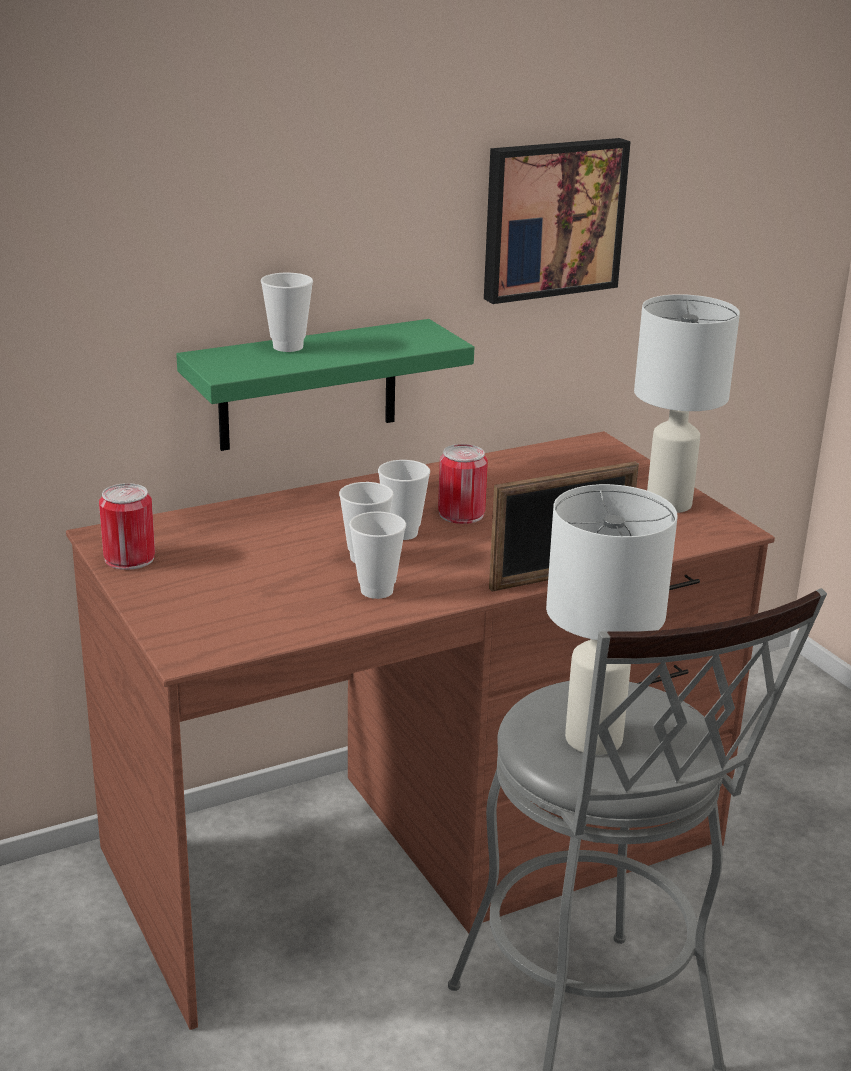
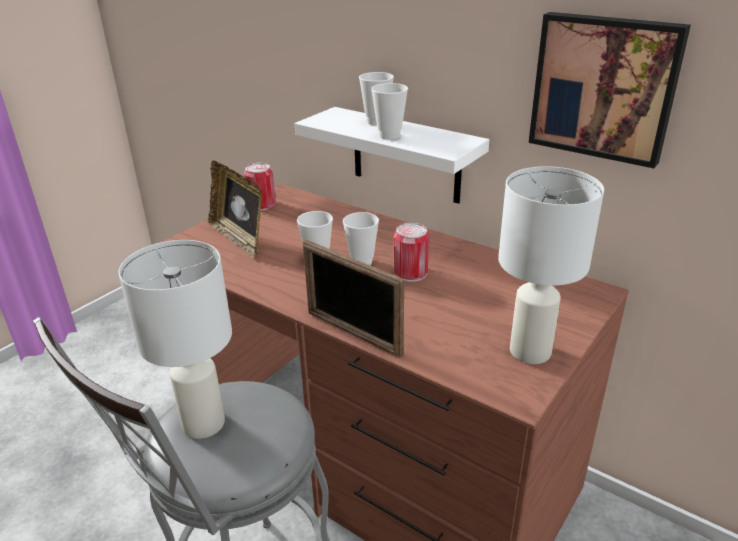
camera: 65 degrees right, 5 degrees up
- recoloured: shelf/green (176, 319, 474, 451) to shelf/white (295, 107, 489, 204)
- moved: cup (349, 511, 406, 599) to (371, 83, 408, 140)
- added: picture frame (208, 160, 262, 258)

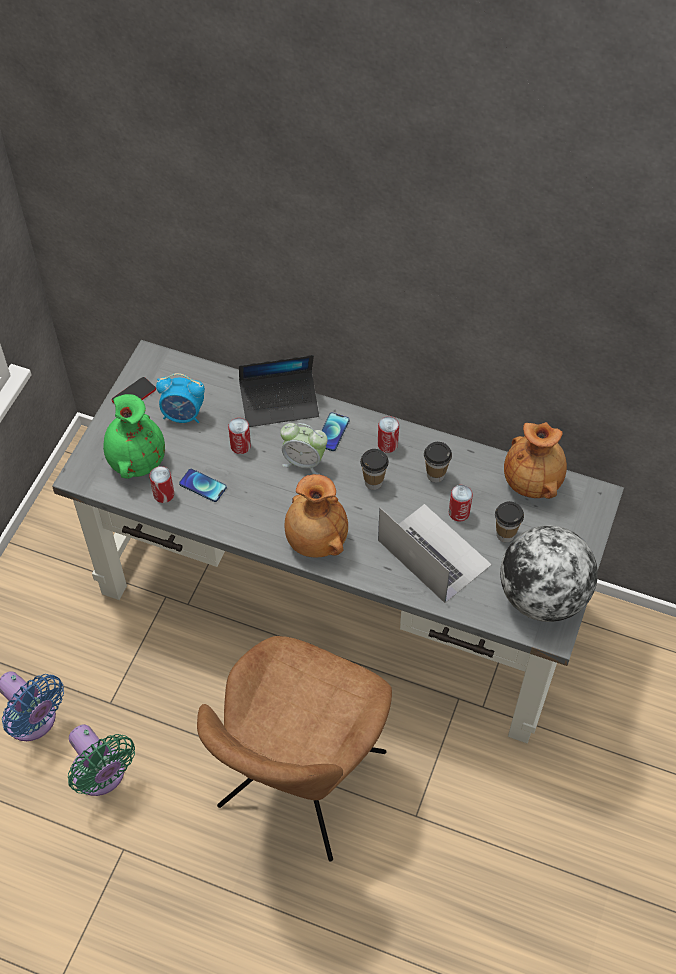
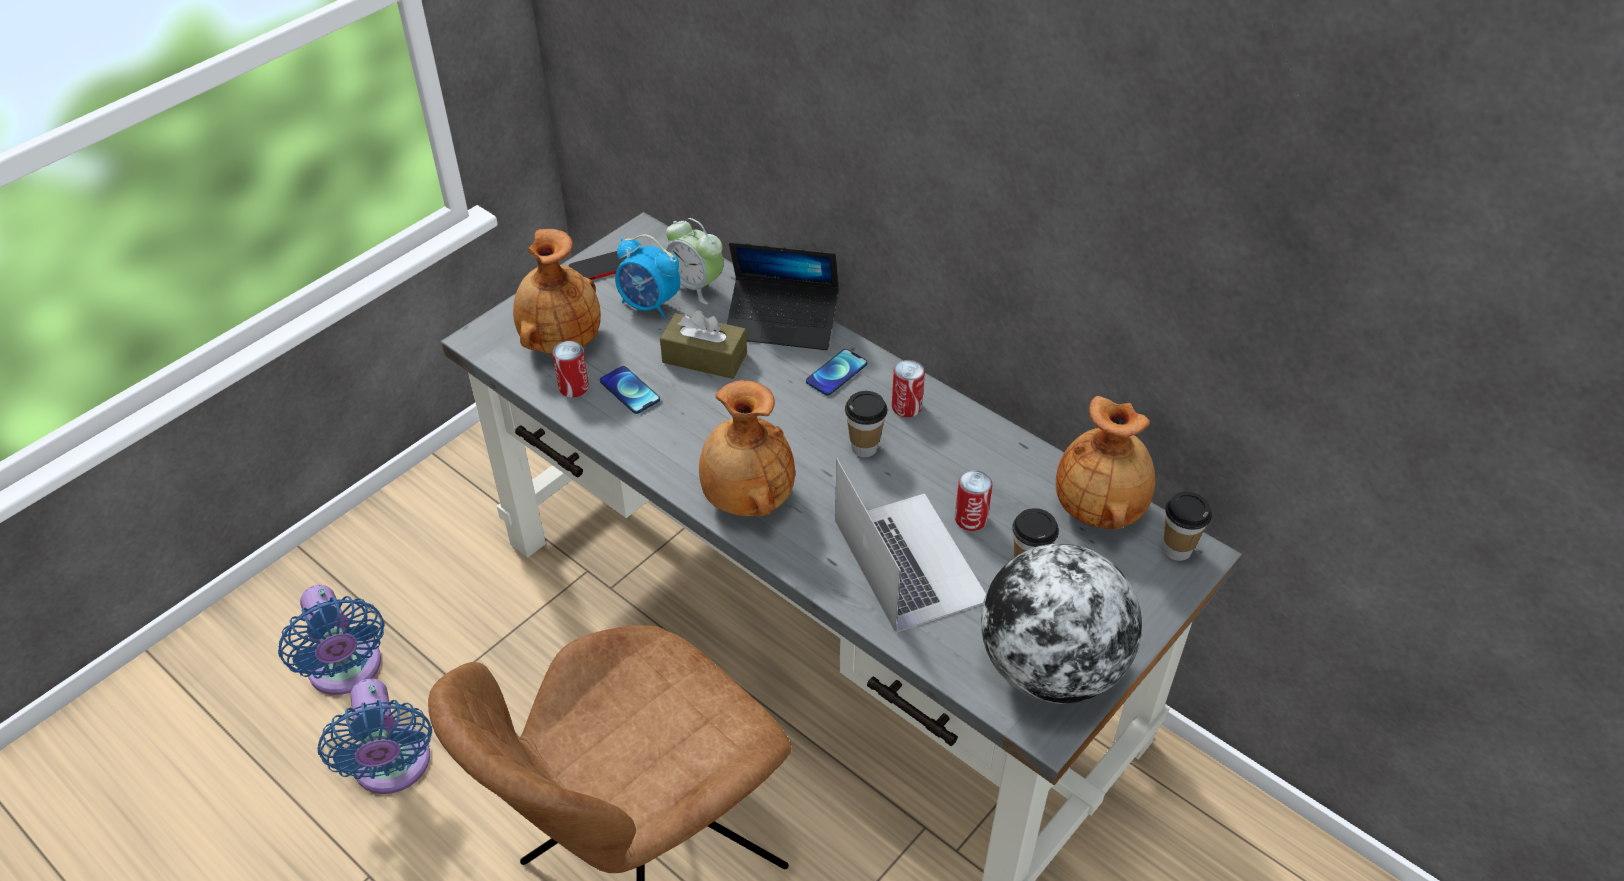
camera: 20 degrees right, 10 degrees down
- recoloured: fan/green (68, 724, 135, 796) to fan/blue (317, 679, 432, 794)
- recoloured: vase/green (103, 394, 165, 479) to vase/brown (513, 229, 601, 354)
- replaced: can (228, 418, 251, 454) to tissue box/brown (660, 310, 747, 379)
- moved: alarm clock (280, 423, 328, 474) to (666, 218, 724, 304)
- moved: cup (424, 442, 452, 482) to (1163, 492, 1212, 561)

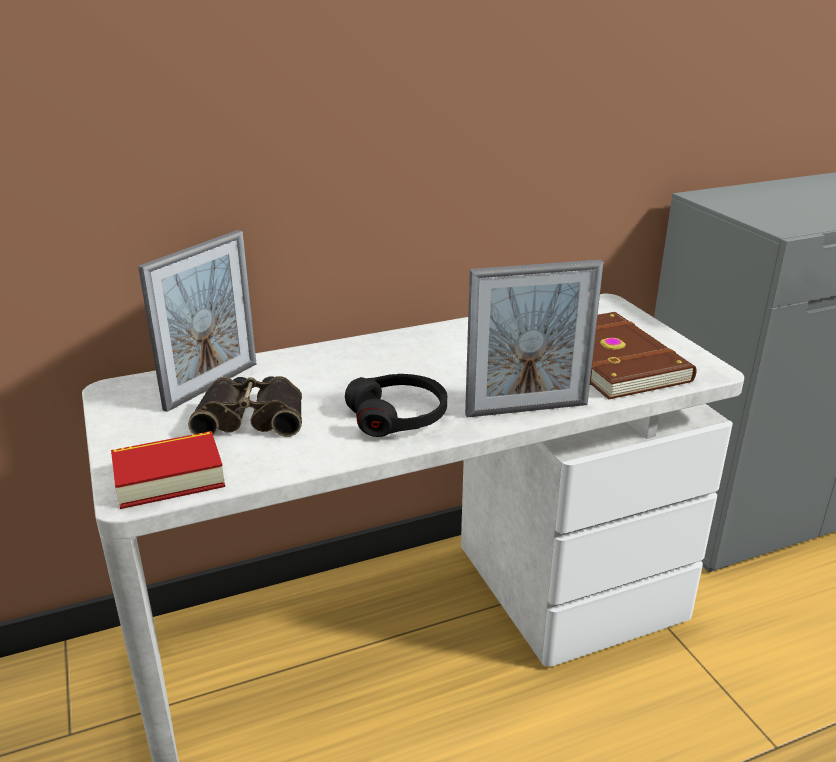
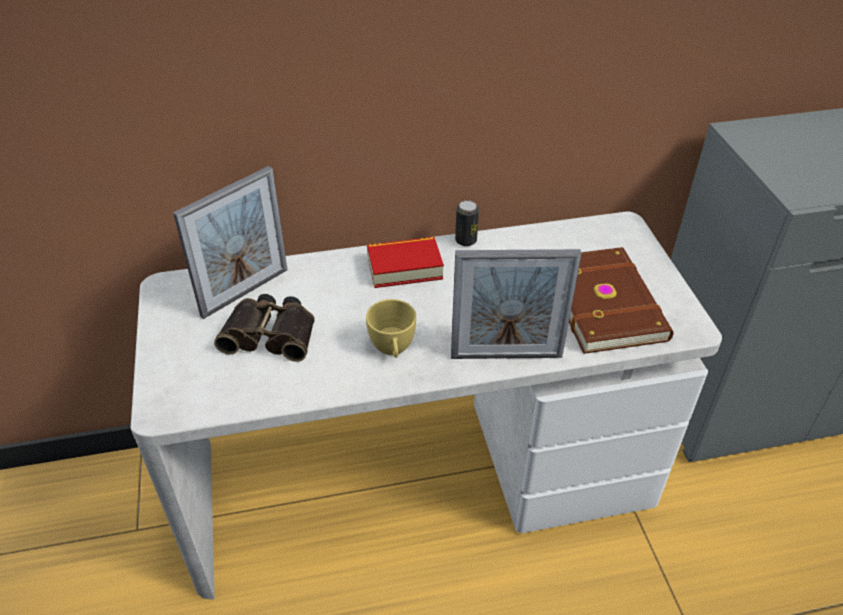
camera: 10 degrees right, 15 degrees up
- moved: book (111, 431, 225, 509) to (367, 237, 444, 288)
- replaced: headphones/black (345, 374, 447, 437) to cup/yellow (366, 299, 416, 358)
- added: can (455, 200, 479, 246)

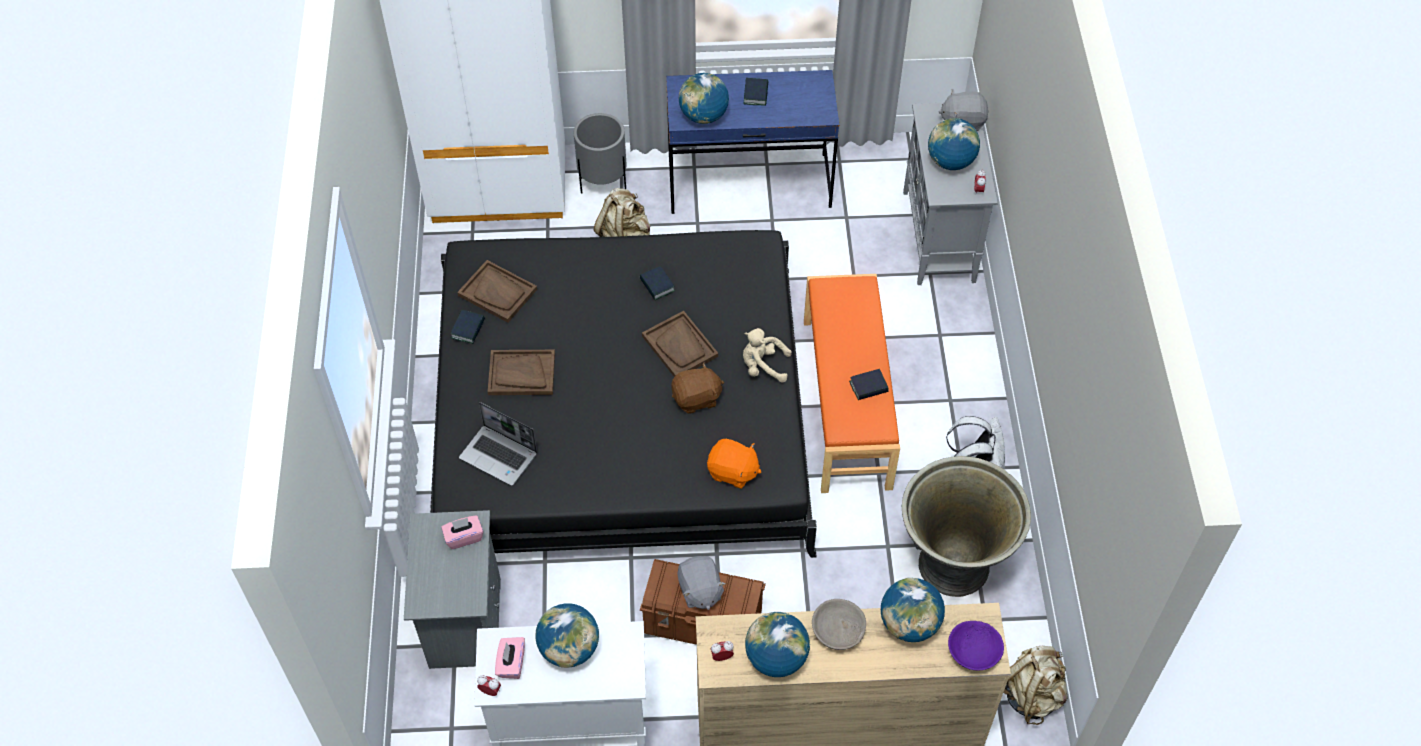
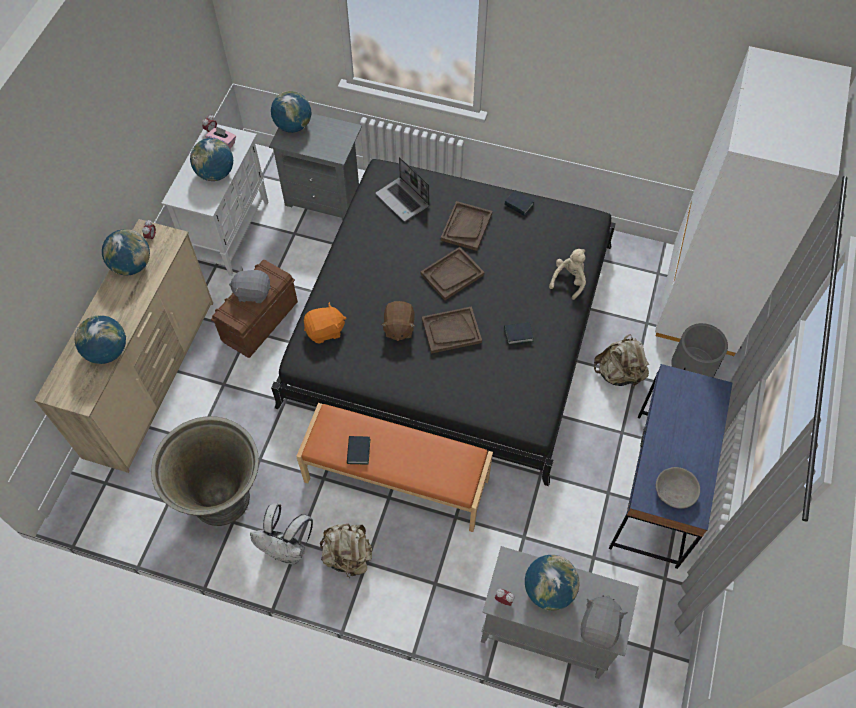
camera: 110 degrees right, 5 degrees up
- removed: tissue box/pink (441, 515, 483, 549)
- moved: tray/brown (457, 260, 537, 323) to (421, 247, 484, 300)
- turned: laptop (459, 402, 537, 486) = (376, 157, 430, 222) 90 degrees counterclockwise
- moved: globe (679, 73, 729, 124) to (271, 91, 311, 133)
- turned: plush toy/orange (707, 439, 761, 489) = (304, 302, 346, 344) 150 degrees counterclockwise
- removed: book (743, 78, 768, 106)
- moved: plush toy/beige (743, 328, 792, 383) to (549, 249, 586, 300)
- moved: bowl/grey (812, 599, 866, 650) to (656, 467, 700, 509)
- removed: bowl/purple (948, 621, 1004, 670)
- moved: backpack/beige (1003, 646, 1068, 725) to (320, 524, 372, 578)

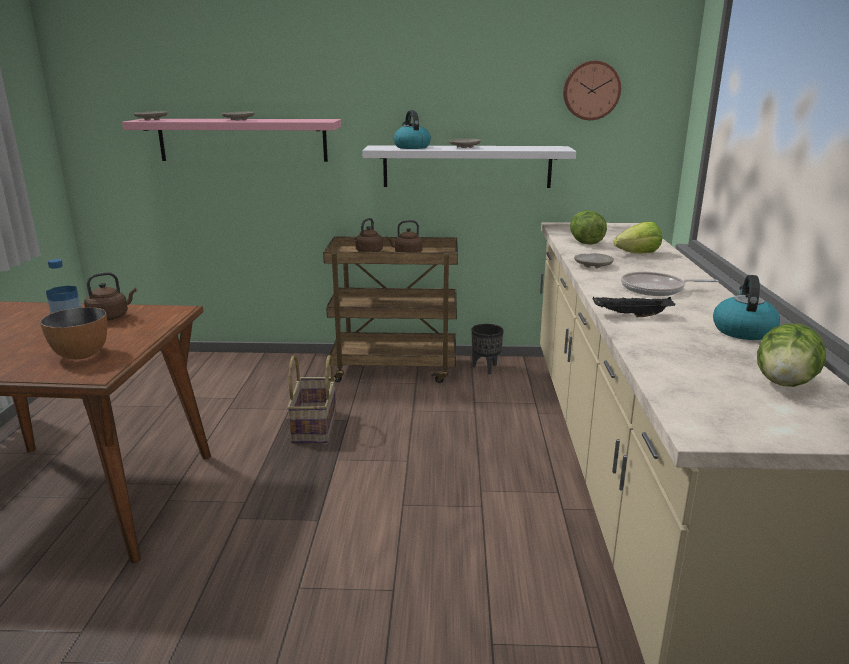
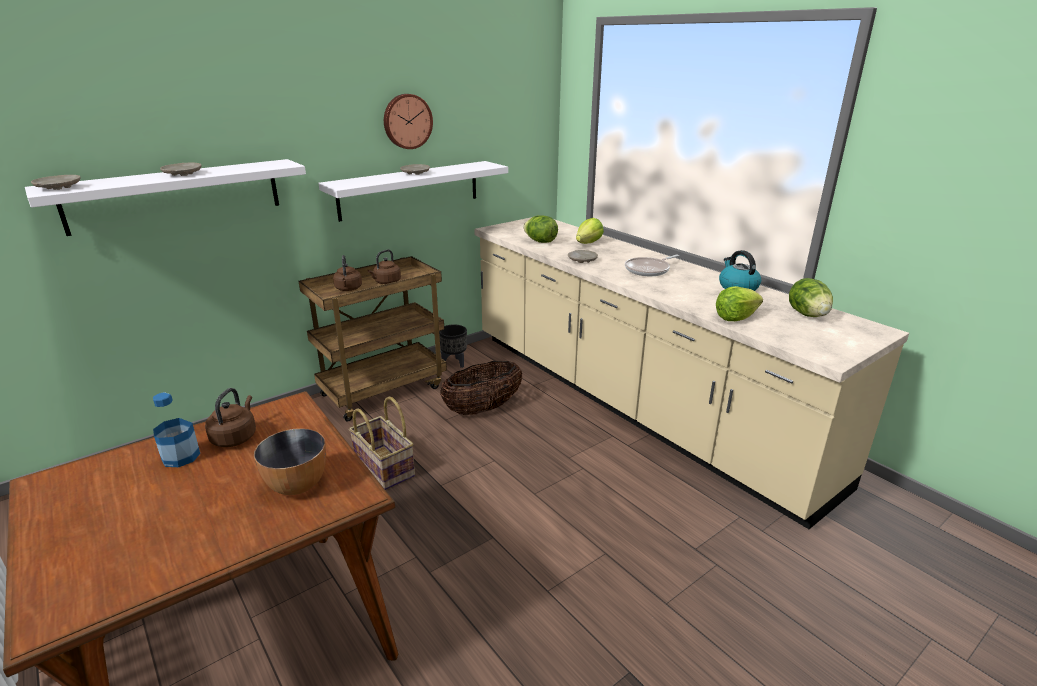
camera: 40 degrees left, 5 degrees up
- recoloured: shelf/pink (122, 119, 341, 162) to shelf/white (25, 159, 306, 236)
- removed: kettle (394, 110, 431, 149)
- moved: wall clock (563, 61, 621, 120) to (384, 94, 433, 149)
- removed: tray/black (593, 297, 676, 317)
- added: basket (440, 361, 522, 415)
- added: lettuce (716, 286, 763, 321)

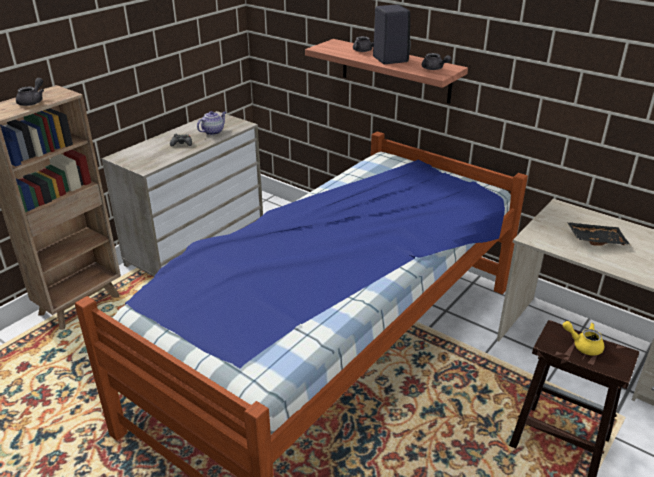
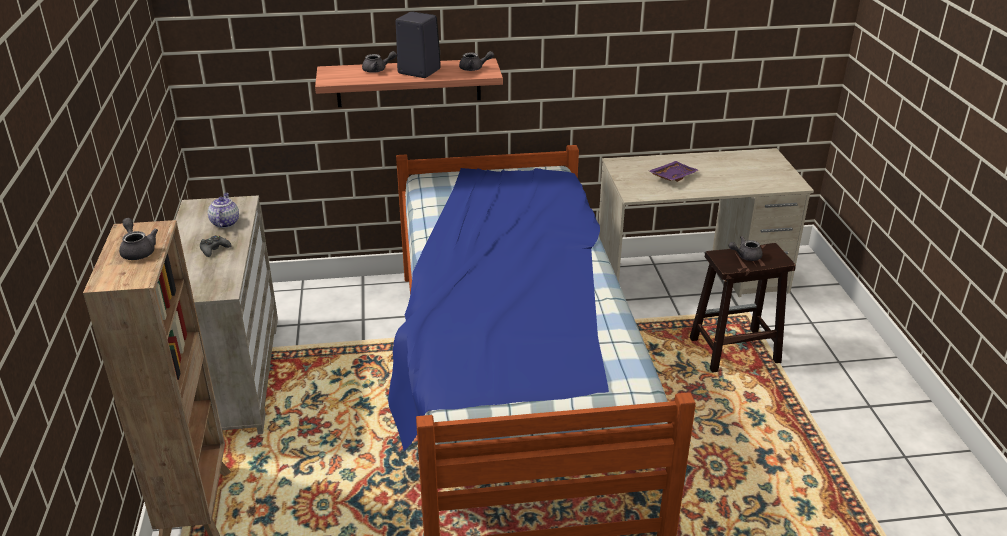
camera: 45 degrees left, 0 degrees up
- recoloured: teapot/yellow (563, 321, 604, 355) to teapot/grey (729, 236, 763, 261)
- recoloured: tray/black (567, 222, 630, 246) to tray/purple (649, 161, 700, 182)

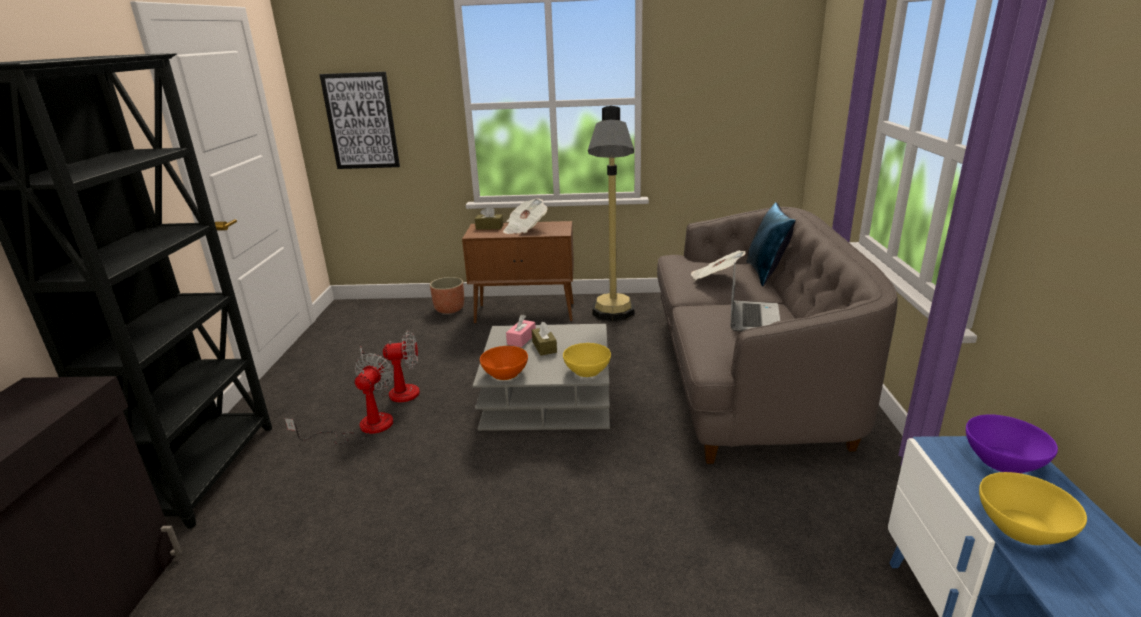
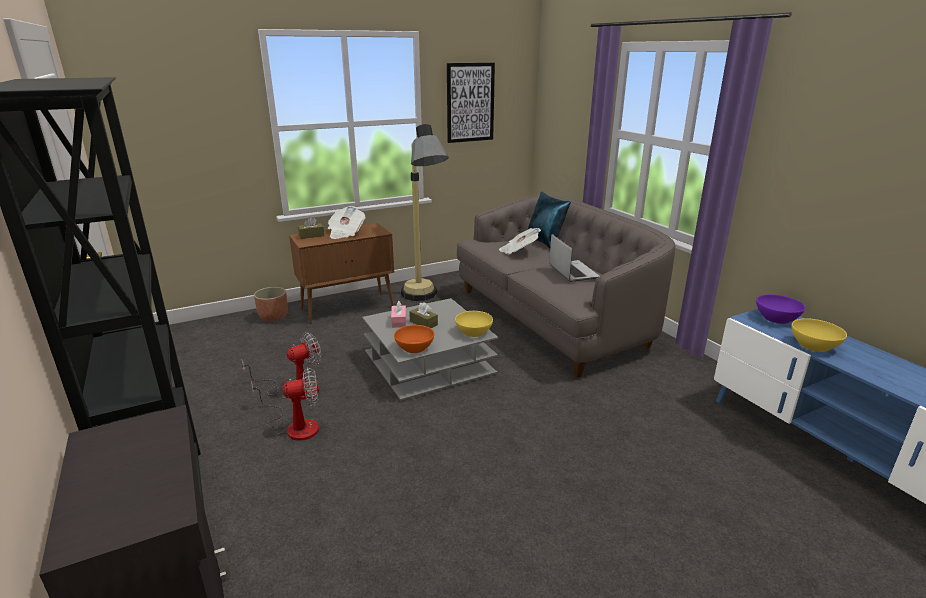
camera: 30 degrees left, 0 degrees up
- turned: fan (285, 353, 394, 444) = (251, 367, 319, 441) 90 degrees clockwise
- moved: picture (319, 72, 400, 169) to (447, 63, 495, 143)

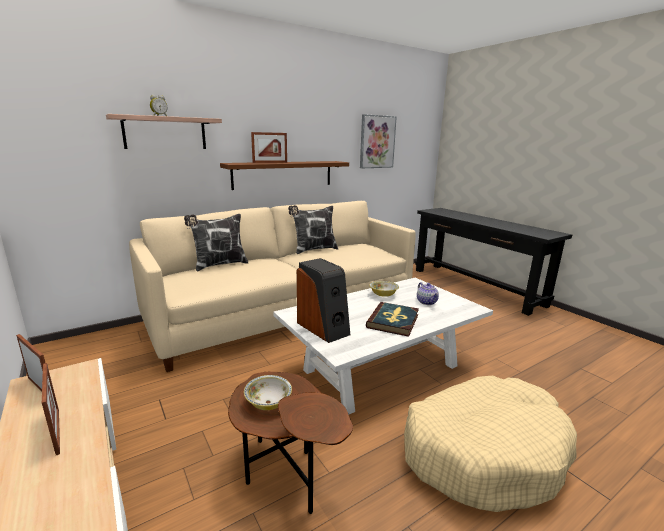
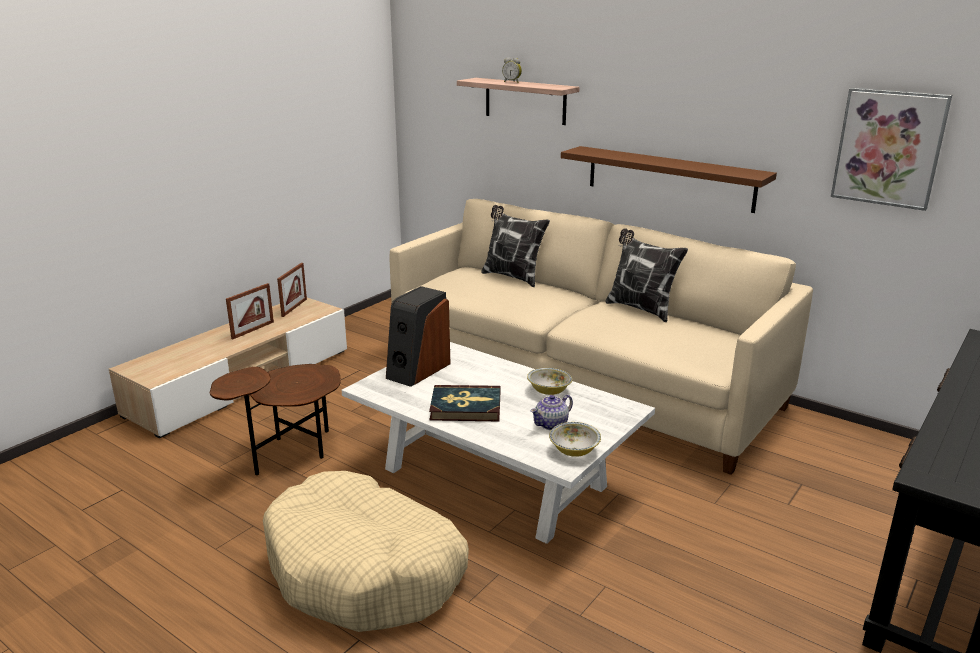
camera: 70 degrees right, 5 degrees up
- moved: bowl (244, 375, 292, 410) to (549, 422, 601, 457)
- removed: picture frame (251, 132, 287, 163)

